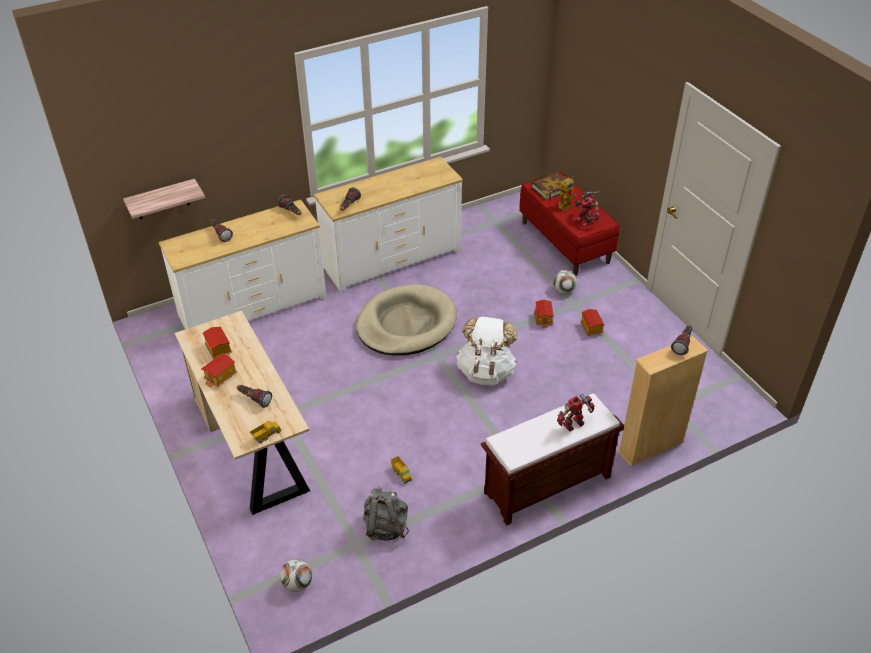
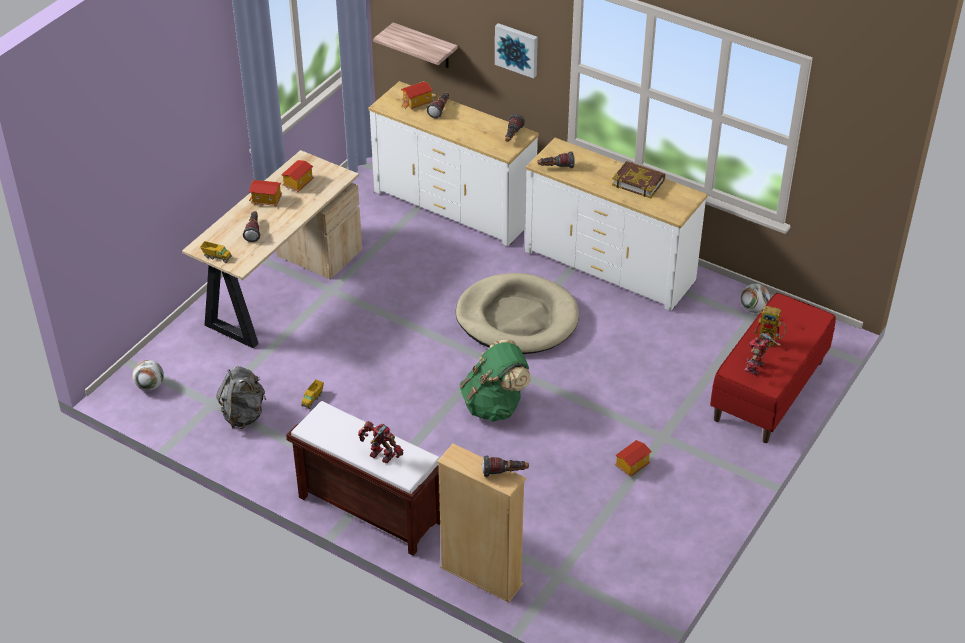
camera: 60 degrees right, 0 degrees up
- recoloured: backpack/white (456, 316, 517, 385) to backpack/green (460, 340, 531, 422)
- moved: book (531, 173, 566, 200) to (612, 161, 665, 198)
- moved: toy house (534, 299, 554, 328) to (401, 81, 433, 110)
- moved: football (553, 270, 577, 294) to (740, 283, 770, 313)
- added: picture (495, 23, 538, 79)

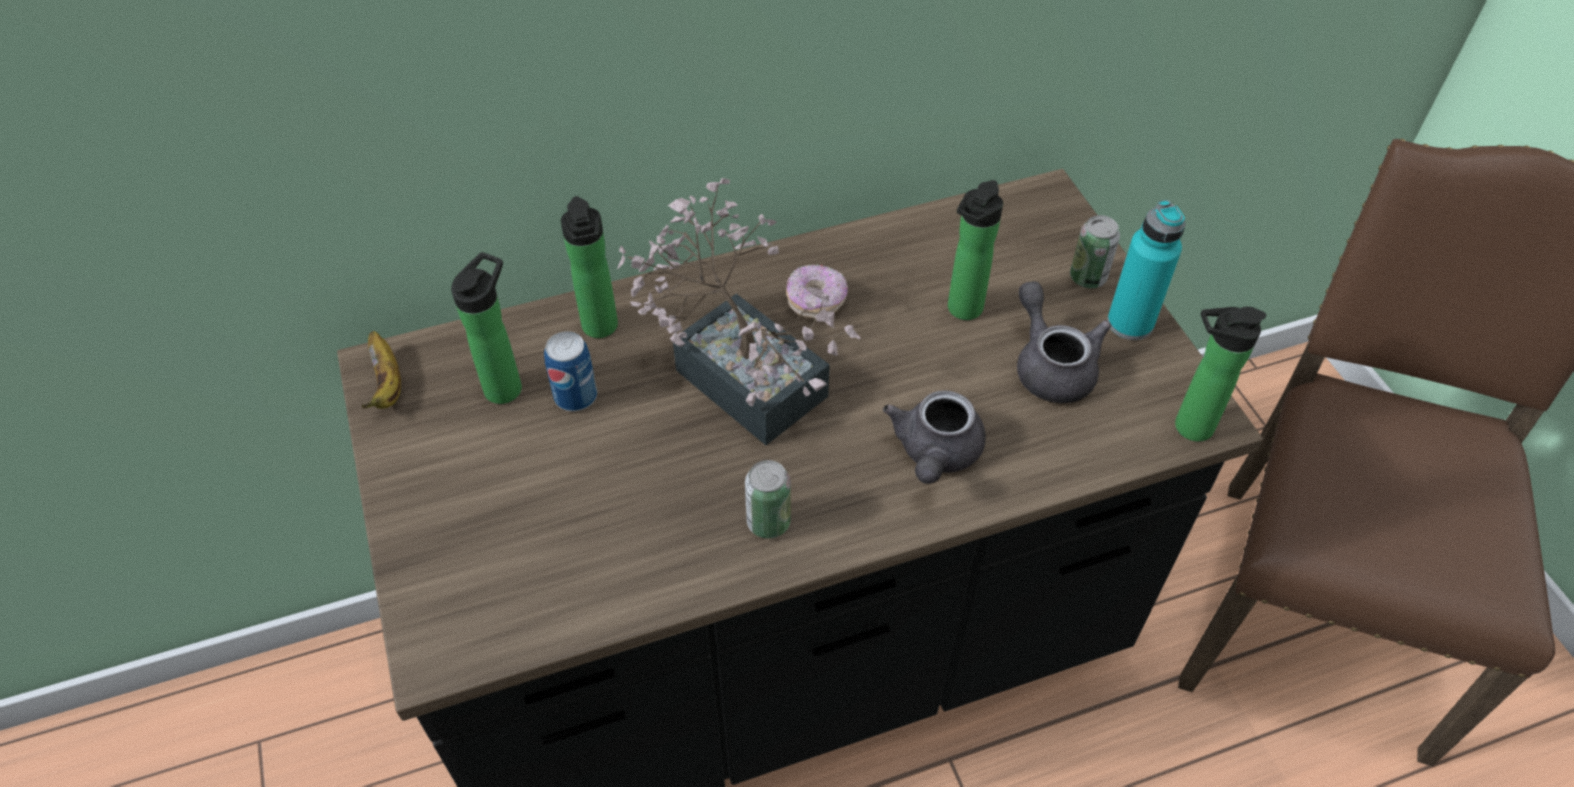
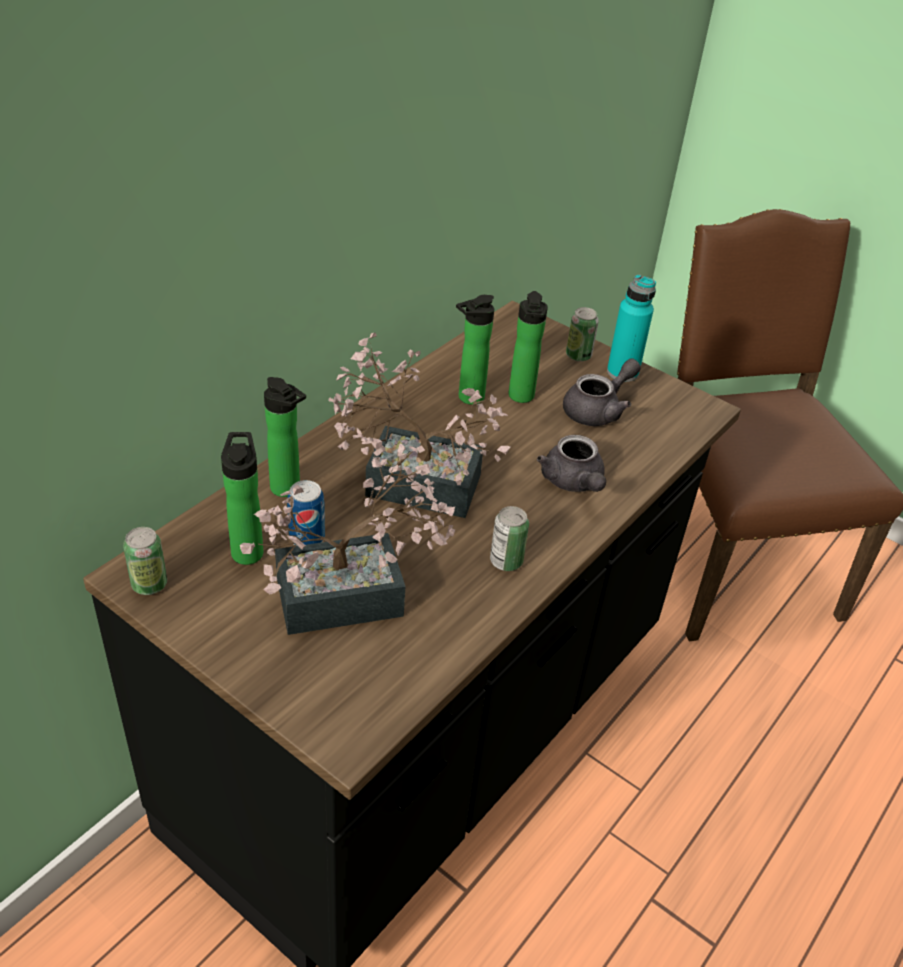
camera: 35 degrees left, 10 degrees down
- replaced: banana (362, 331, 401, 409) to can (123, 527, 167, 595)
- removed: donut (786, 265, 848, 319)
- turned: teapot/grey (1017, 281, 1111, 403) = (563, 359, 641, 426) 105 degrees clockwise
- moved: bottle (1175, 306, 1266, 442) to (456, 295, 494, 405)
- added: potted plant (240, 443, 455, 635)

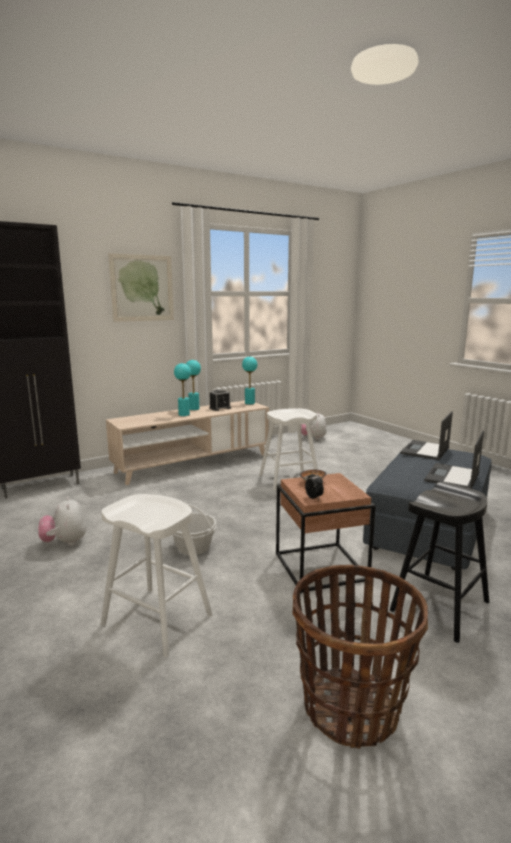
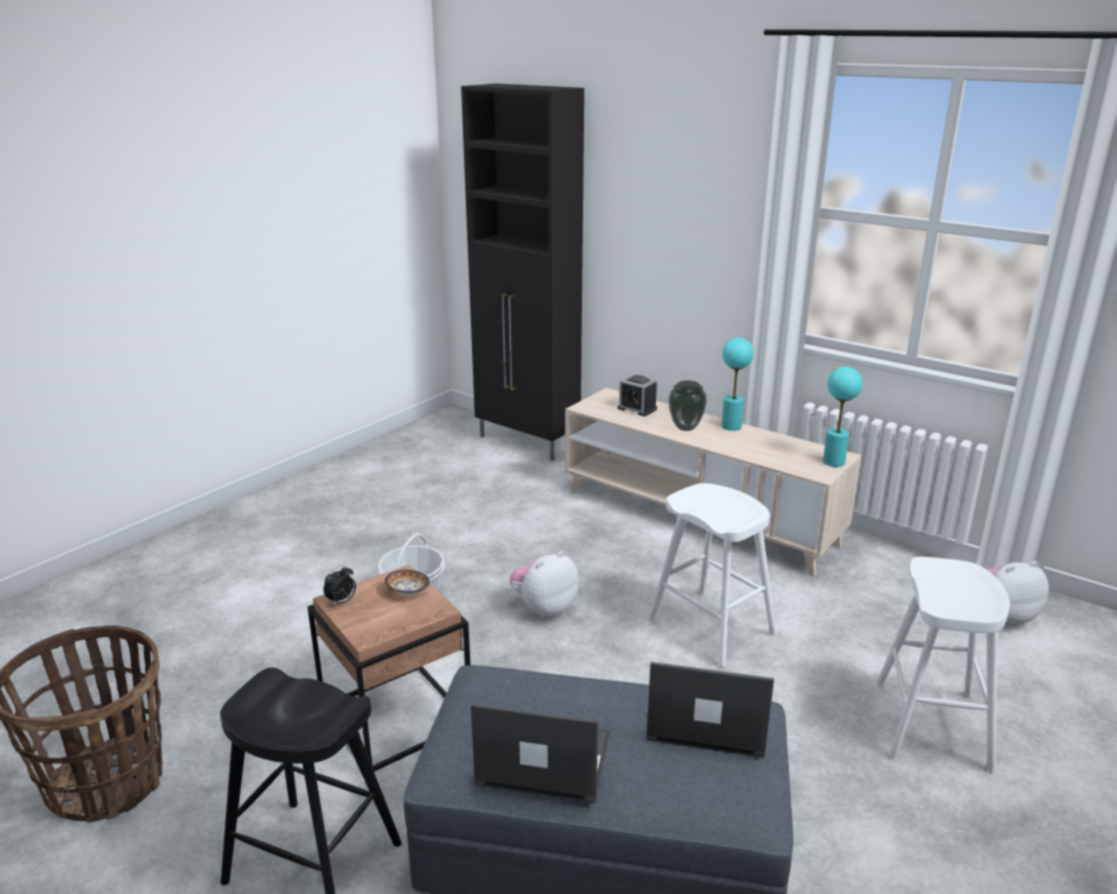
camera: 70 degrees right, 10 degrees up
- moved: plush toy (38, 497, 86, 546) to (509, 551, 579, 619)
- moved: stool/white (101, 494, 213, 657) to (877, 557, 1010, 773)
- removed: picture (108, 253, 174, 322)
- replaced: table lamp/turquoise (174, 363, 191, 416) to vase (668, 381, 707, 431)
- moved: alarm clock (209, 390, 231, 411) to (617, 374, 657, 416)

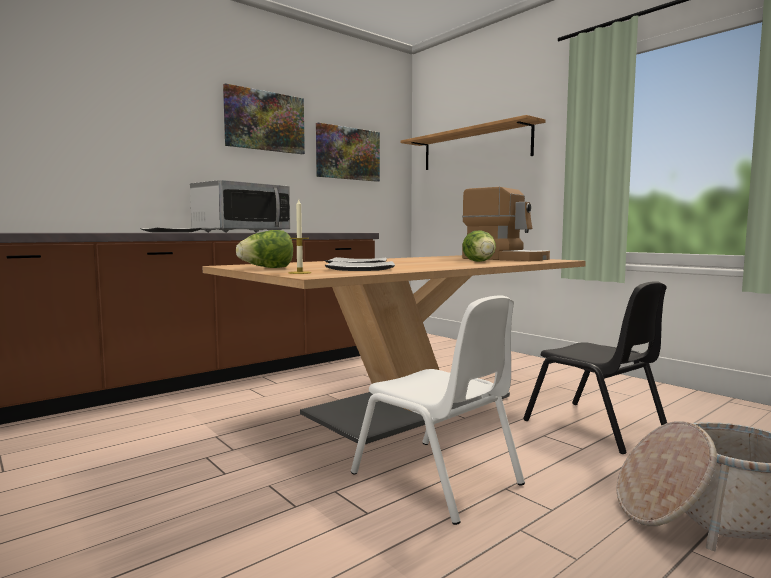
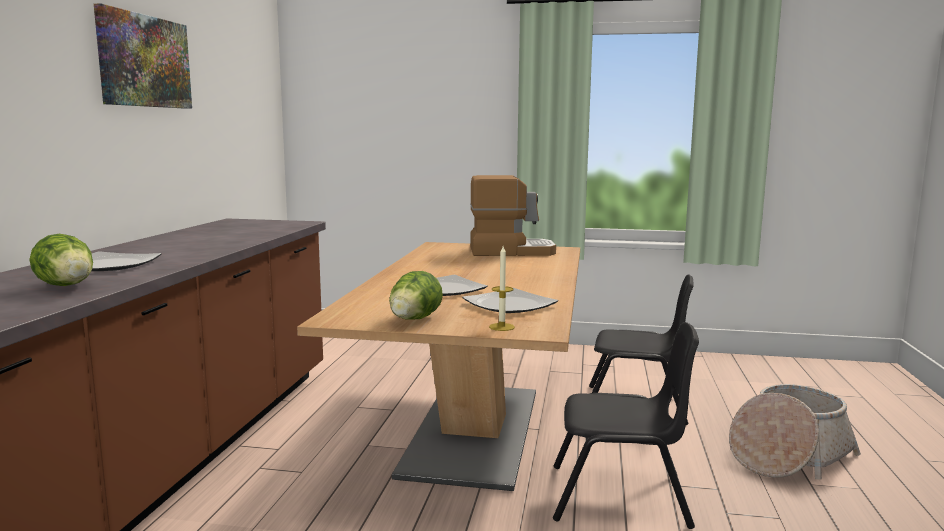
camera: 40 degrees left, 5 degrees up
- removed: microwave (190, 180, 290, 232)
- removed: picture (316, 122, 380, 182)
- recoloured: chair/white (351, 296, 525, 525) to chair/black (553, 322, 699, 529)
- removed: shelf (401, 115, 546, 170)
- moved: lettuce (462, 230, 496, 262) to (29, 234, 93, 286)

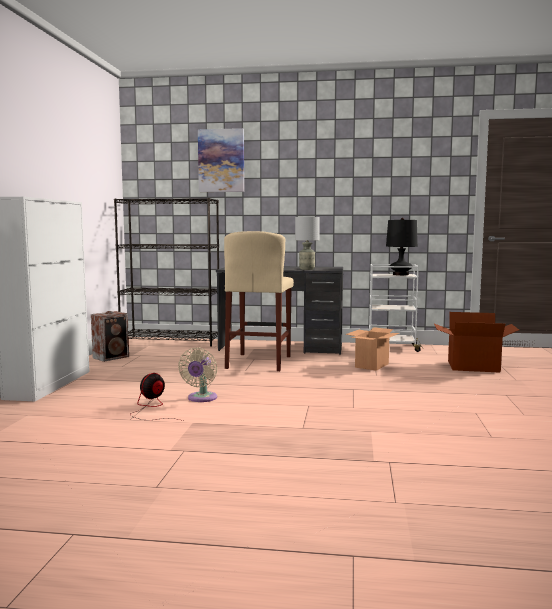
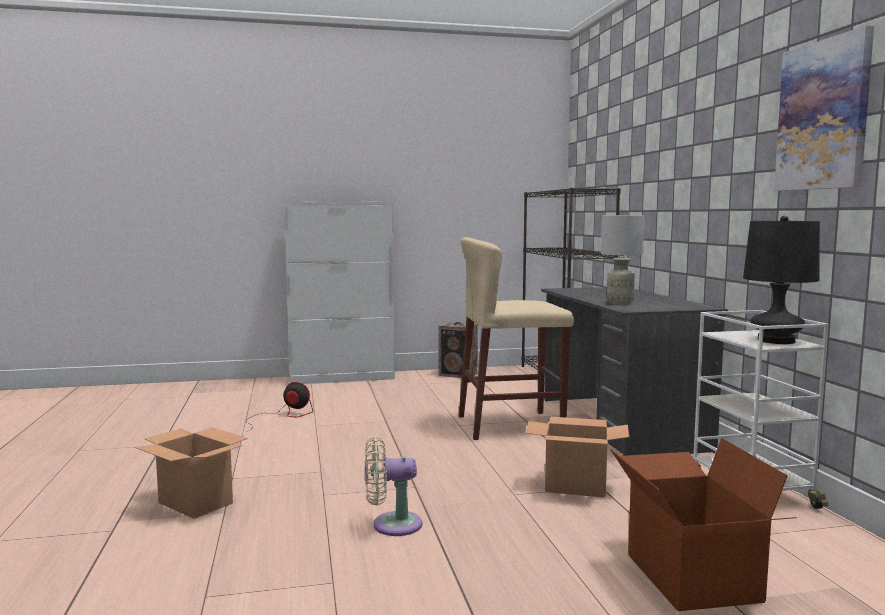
camera: 70 degrees right, 0 degrees up
- moved: fan/beige (178, 347, 217, 402) to (365, 437, 422, 536)
- moved: picture (198, 128, 244, 192) to (774, 26, 874, 191)
- added: cardboard box (135, 427, 248, 519)

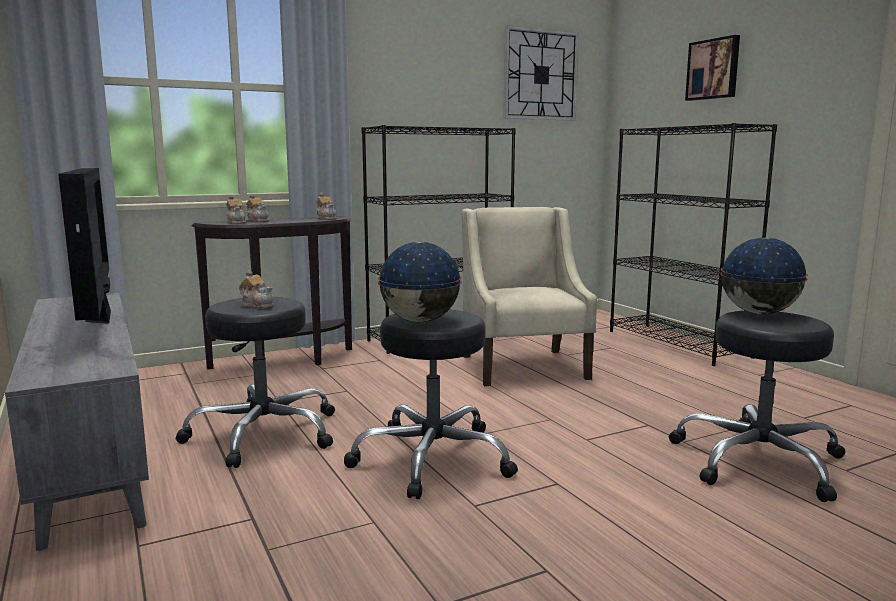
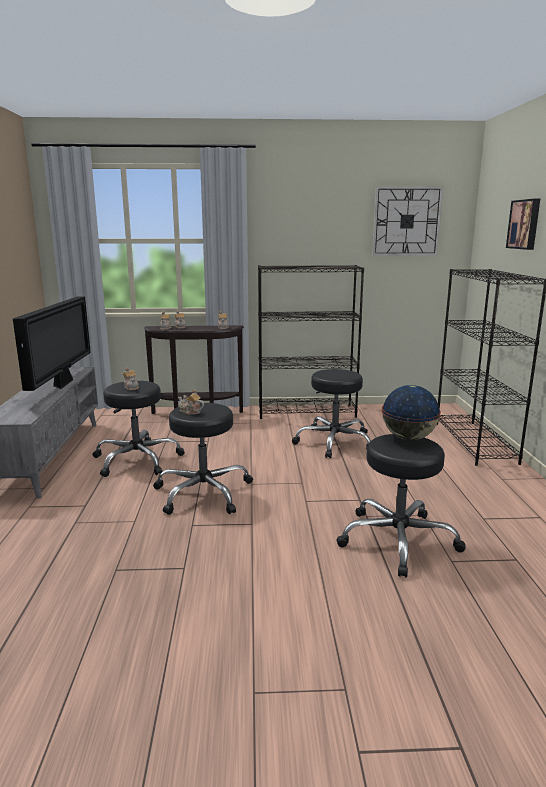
camera: 25 degrees right, 5 degrees up
- replaced: globe (378, 242, 462, 322) to teapot (178, 389, 204, 415)
- replaced: armchair/beige (461, 207, 597, 386) to stool/black (292, 369, 371, 458)

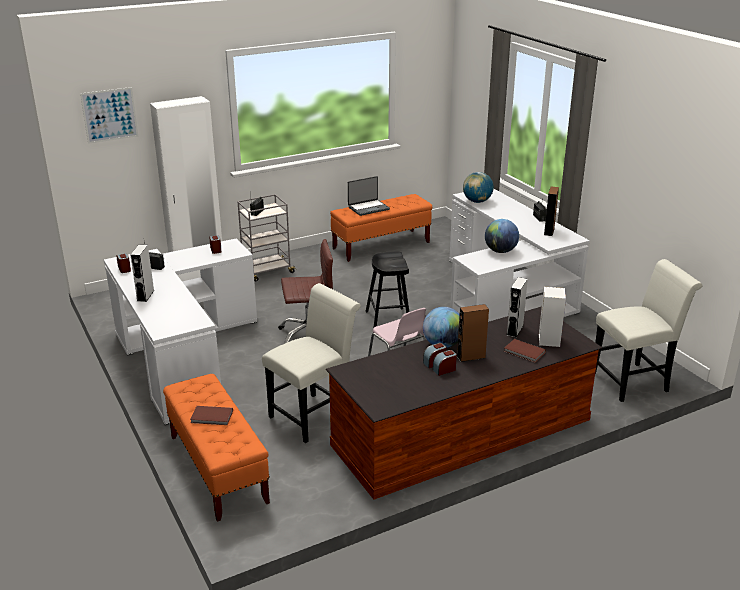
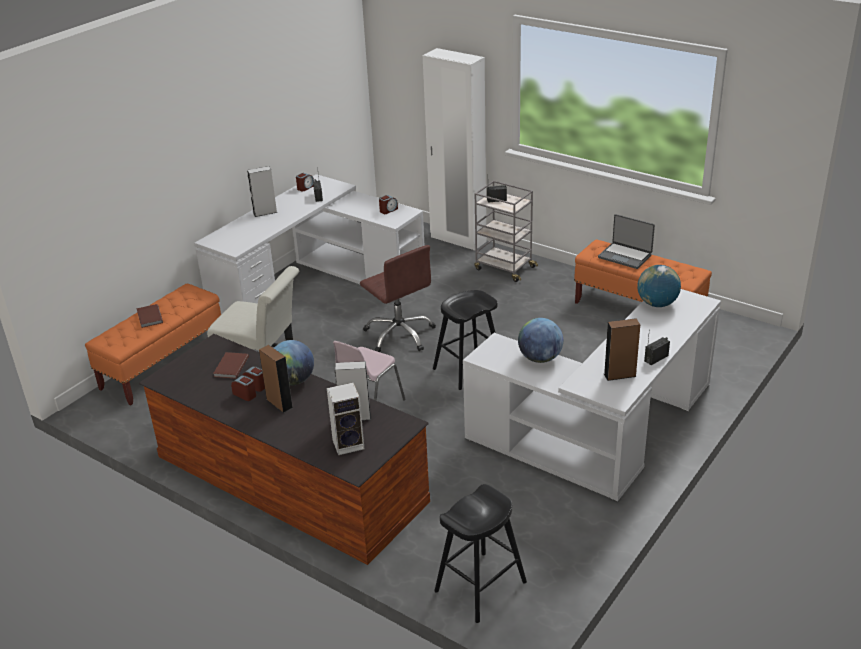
camera: 65 degrees right, 5 degrees up
- removed: picture (80, 87, 138, 144)
- moved: book/brown (504, 339, 546, 362) to (213, 352, 249, 379)
- replaced: chair/white (595, 259, 702, 402) to stool/black (434, 484, 527, 623)

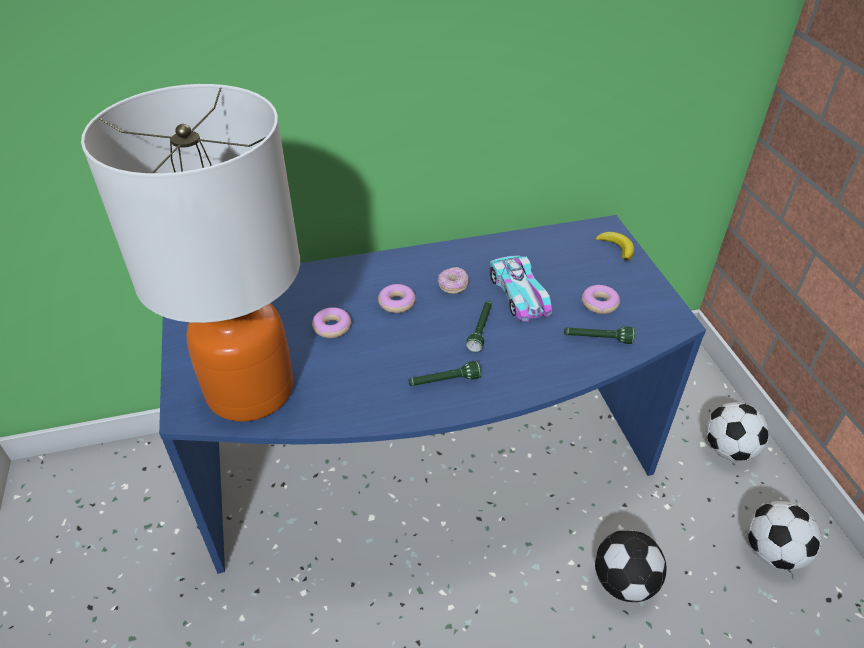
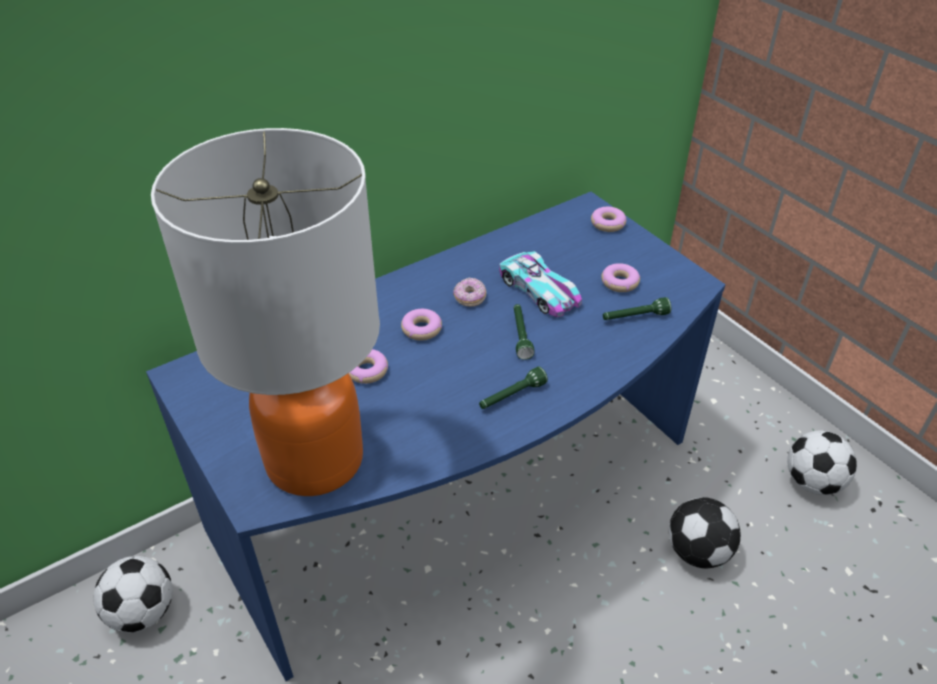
camera: 20 degrees left, 0 degrees up
- replaced: banana (595, 232, 634, 261) to donut (591, 207, 627, 232)
- moved: football (706, 402, 769, 461) to (93, 556, 173, 632)

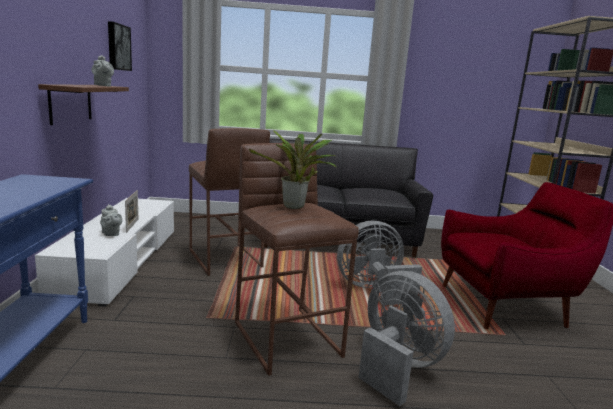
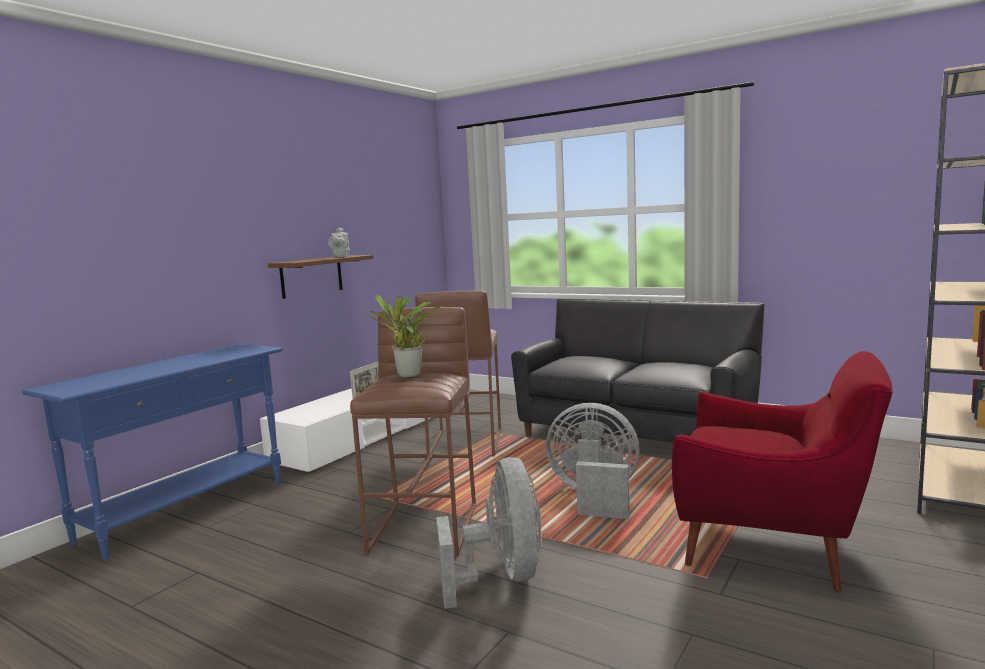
camera: 35 degrees right, 5 degrees down
- removed: teapot/grey (100, 204, 122, 236)
- removed: picture (108, 21, 132, 71)

